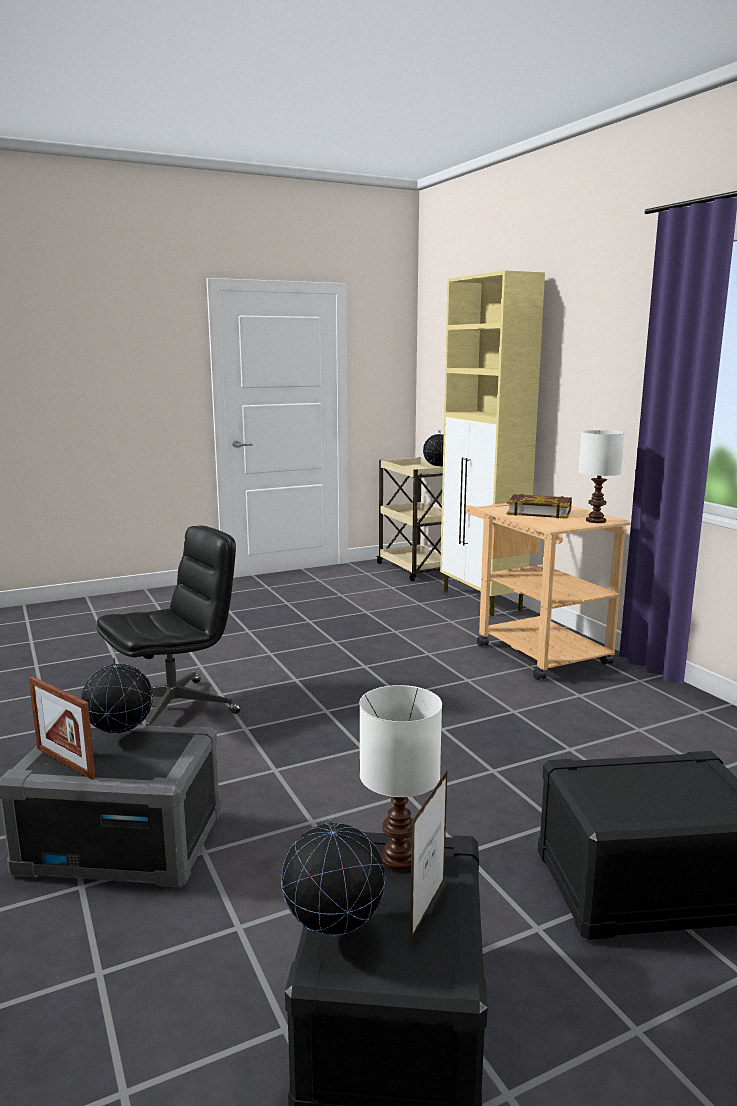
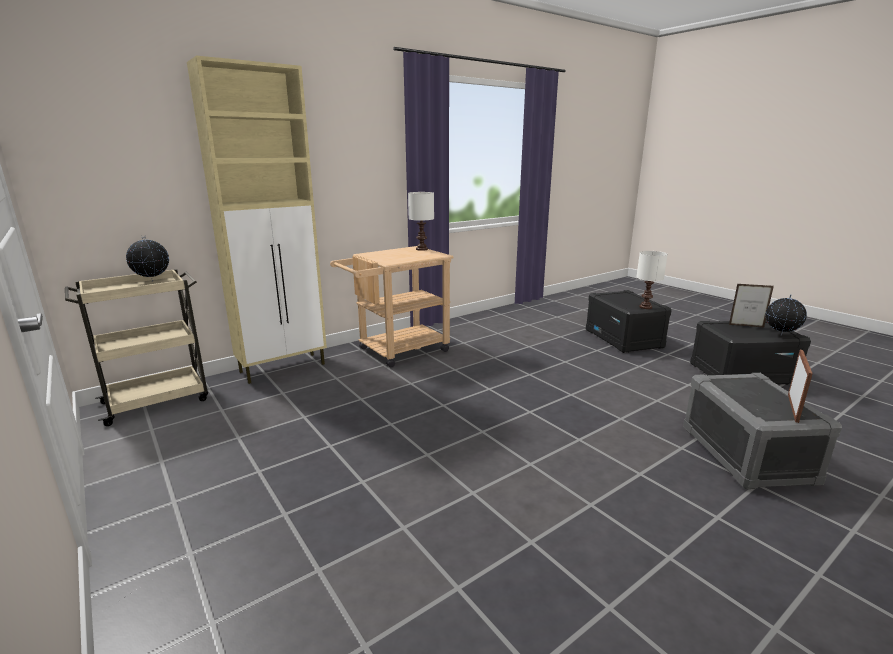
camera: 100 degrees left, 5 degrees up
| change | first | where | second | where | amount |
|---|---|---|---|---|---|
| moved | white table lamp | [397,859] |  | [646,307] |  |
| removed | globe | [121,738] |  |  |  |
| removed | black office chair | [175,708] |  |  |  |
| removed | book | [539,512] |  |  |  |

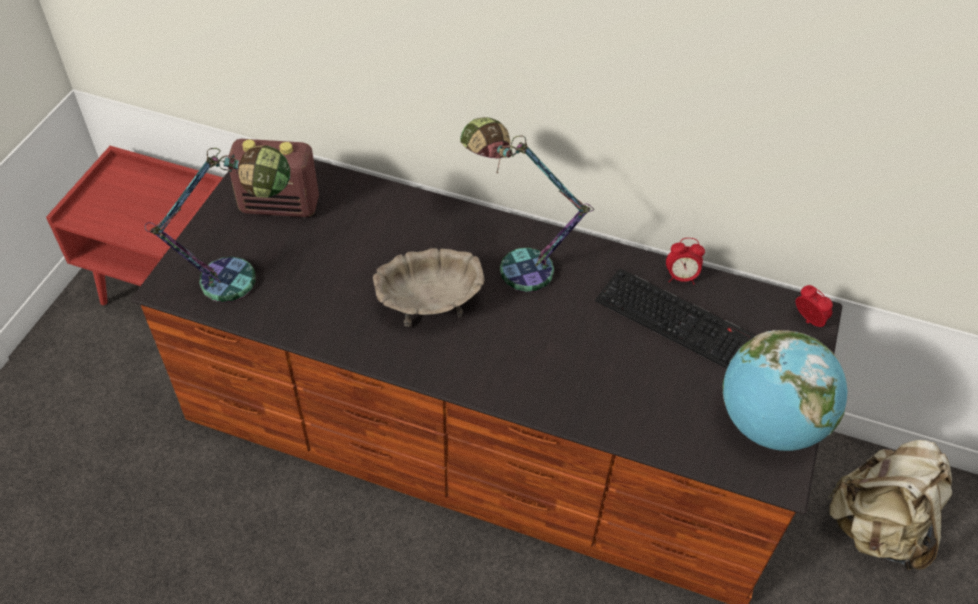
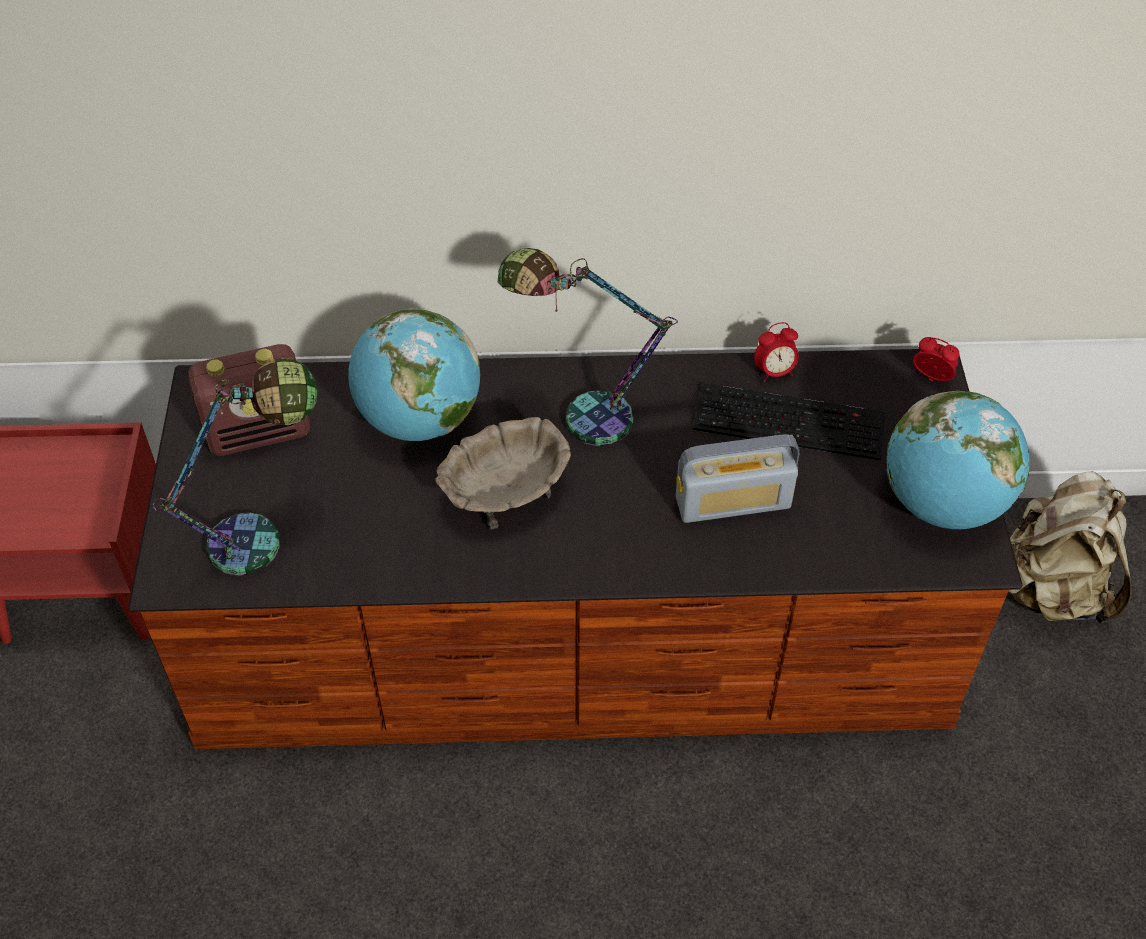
camera: 20 degrees left, 0 degrees up
| change | first | where | second | where | amount |
|---|---|---|---|---|---|
| added |  |  | globe | [419,420] |  |
| added |  |  | radio | [733,502] |  |

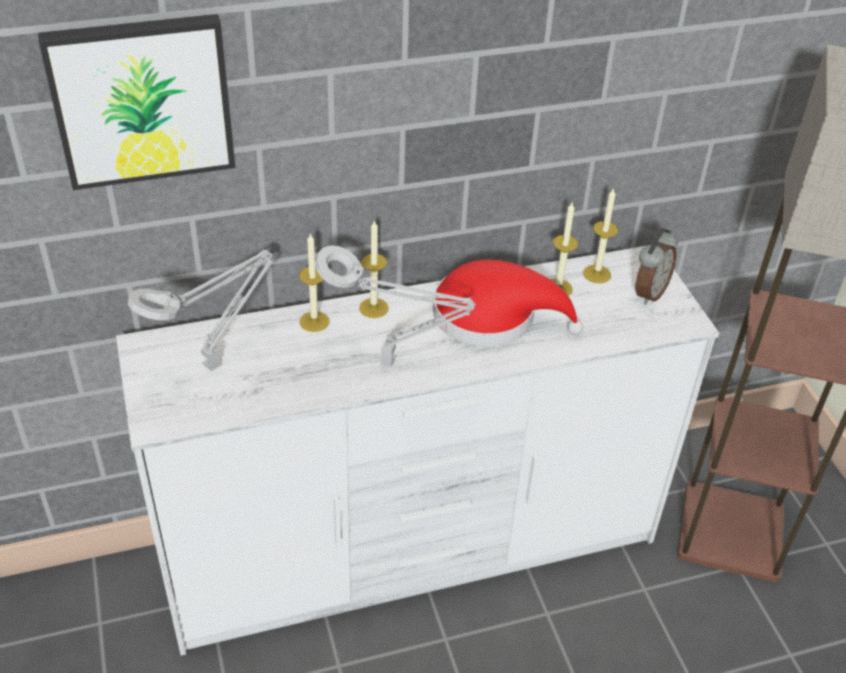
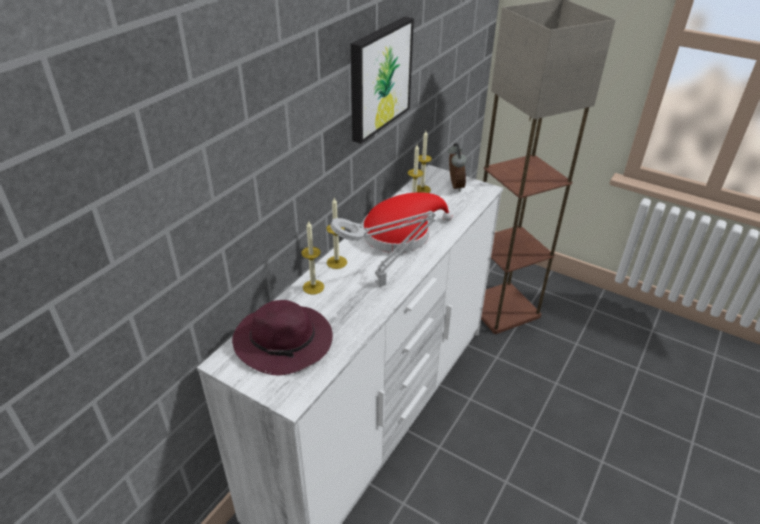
camera: 40 degrees left, 5 degrees down
| change | first | where | second | where | amount |
|---|---|---|---|---|---|
| replaced | grey table lamp | [216,363] | purple hat | [285,342] |  |
| moved | picture | [142,100] |  | [378,78] |  |

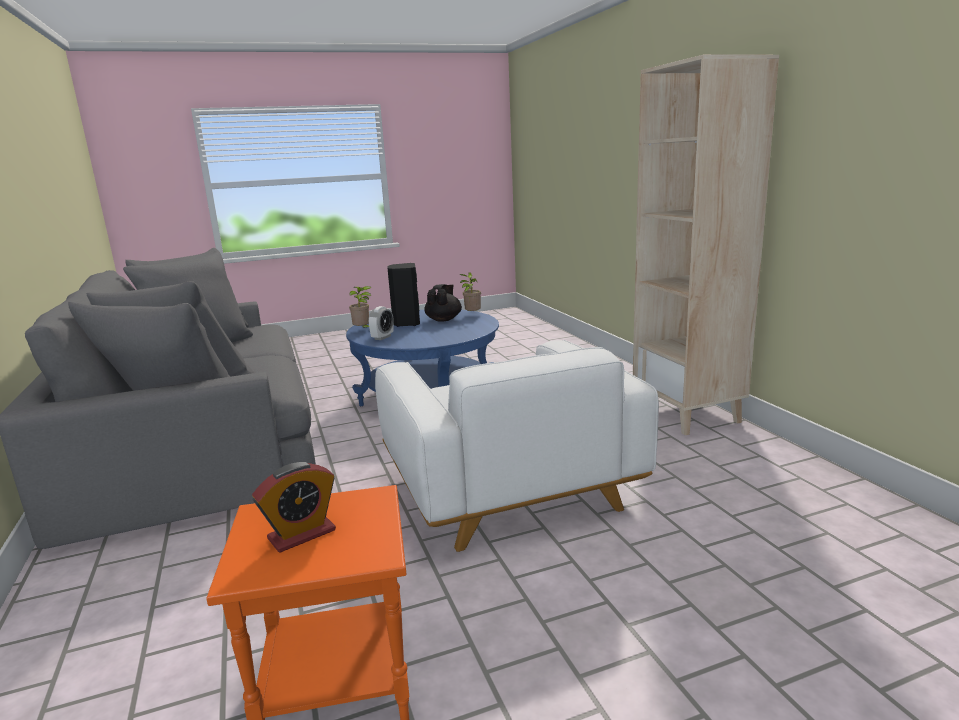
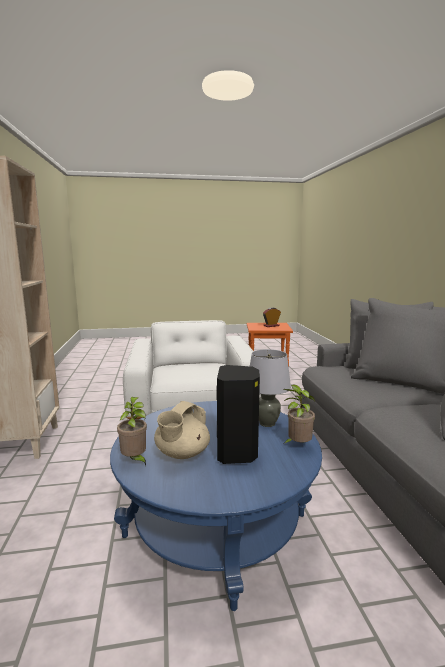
camera: 170 degrees left, 5 degrees down
| change | first | where | second | where | amount |
|---|---|---|---|---|---|
| recoloured | black teapot | [444,319] | beige teapot | [182,454] |  |
| replaced | alarm clock | [382,337] | grey table lamp | [267,423] |  |

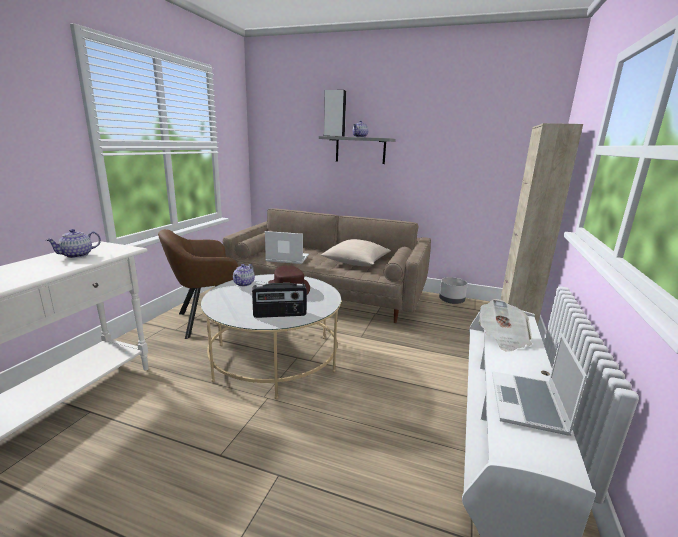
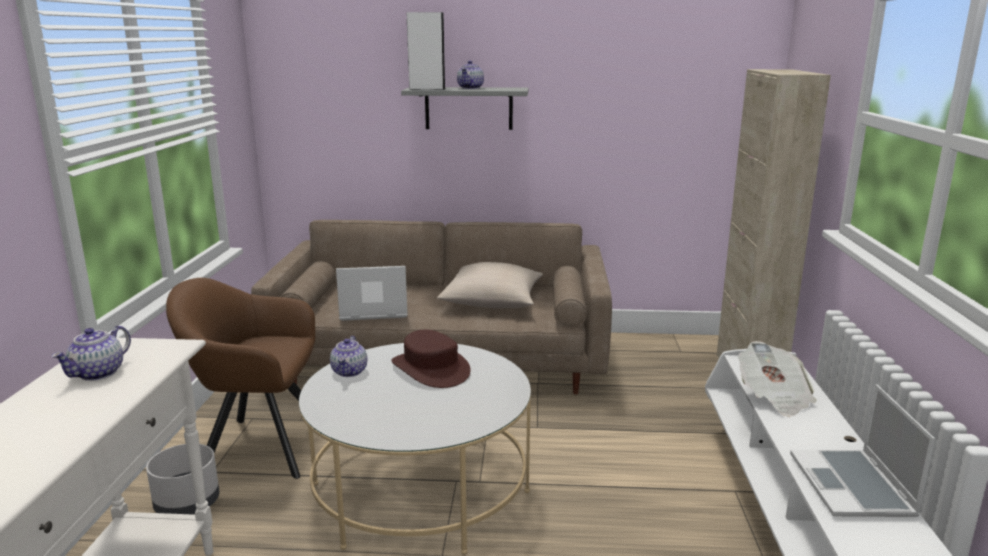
camera: 15 degrees left, 0 degrees up
| change | first | where | second | where | amount |
|---|---|---|---|---|---|
| moved | grey planter | [451,300] |  | [188,503] |  |
| turned | brown armchair | [205,321] |  | [258,446] | 45 degrees clockwise |
| removed | radio | [280,314] |  |  |  |

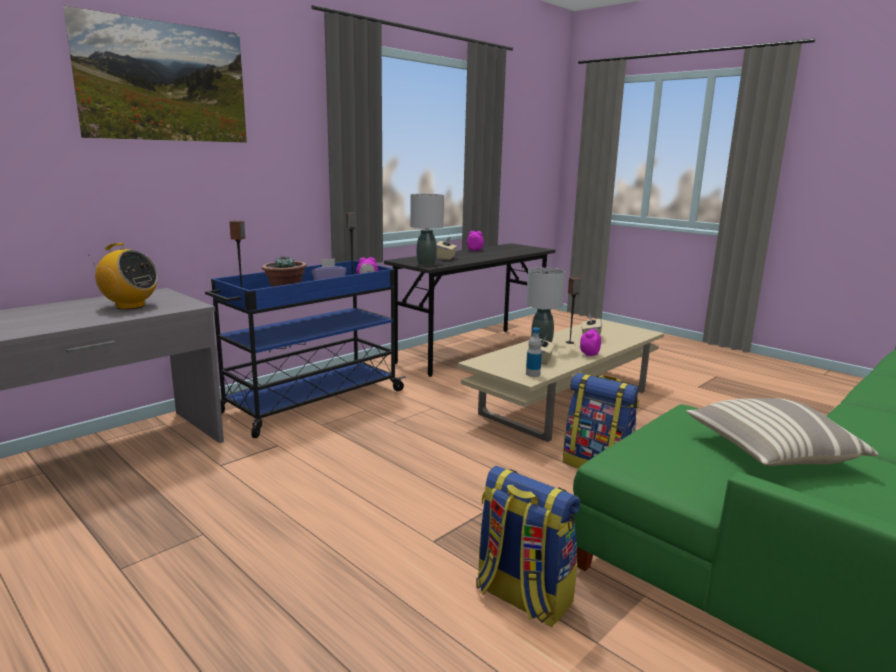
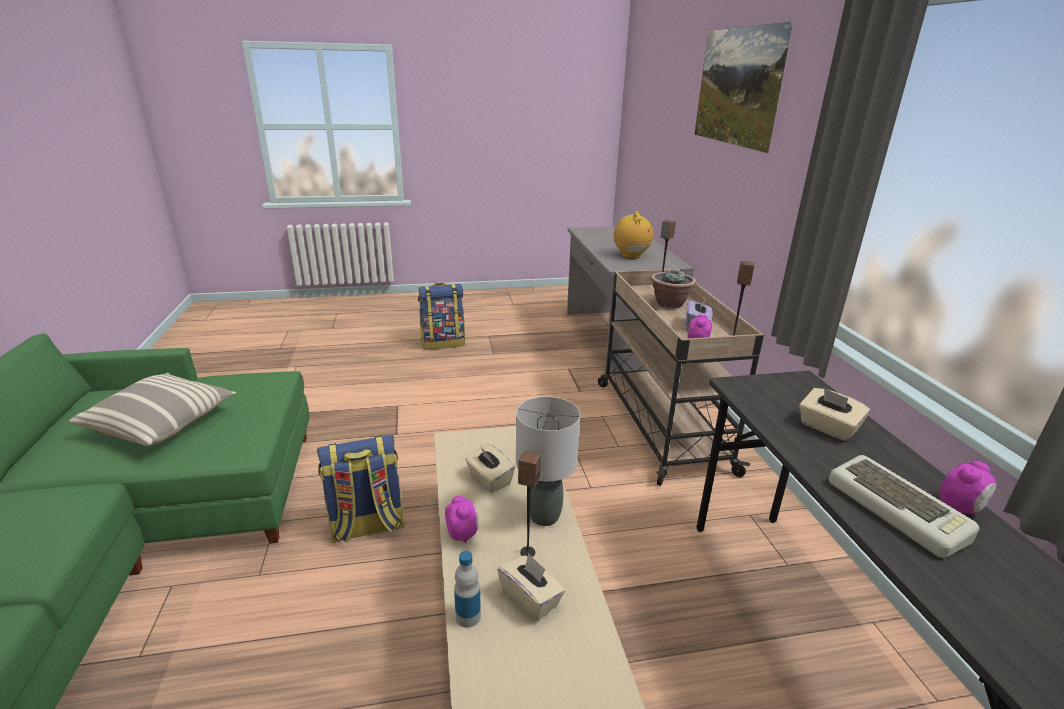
camera: 125 degrees right, 10 degrees up
| change | first | where | second | where | amount |
|---|---|---|---|---|---|
| moved | backpack | [521,597] |  | [443,342] |  |
| moved | bottle | [533,374] |  | [468,616] |  |
| recoloured | blue cart | [311,402] | beige cart | [660,424] |  |
| turned | radio | [130,306] |  | [631,255] | 120 degrees clockwise |
| added |  |  | keyboard | [898,511] |  |
| removed | grey table lamp | [426,264] |  |  |  |

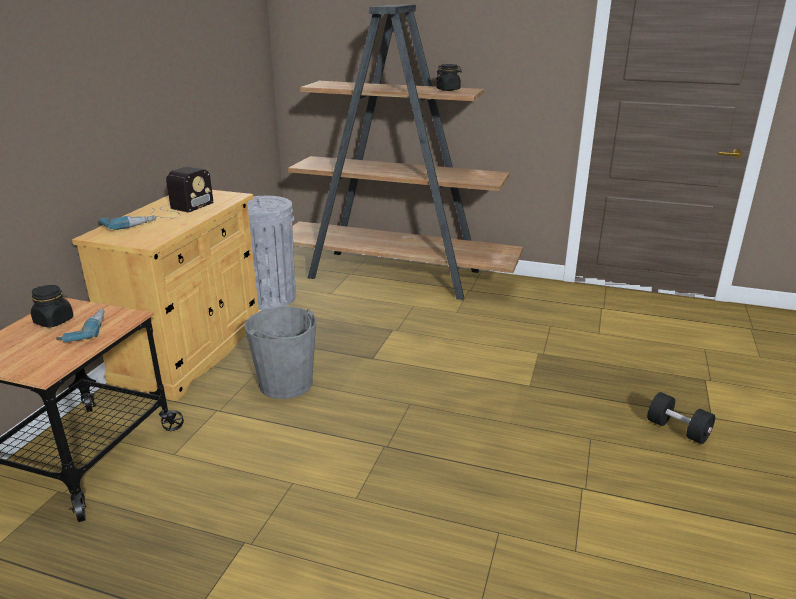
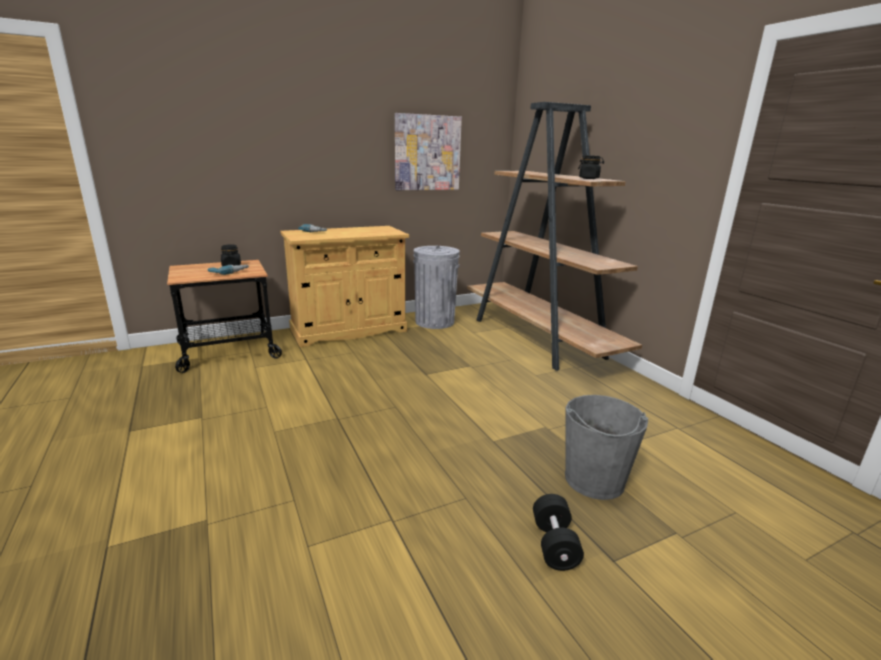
camera: 45 degrees right, 5 degrees down
| change | first | where | second | where | amount |
|---|---|---|---|---|---|
| added |  |  | picture | [427,153] |  |
| moved | grey bucket | [286,384] |  | [594,480] |  |
| removed | radio | [180,209] |  |  |  |

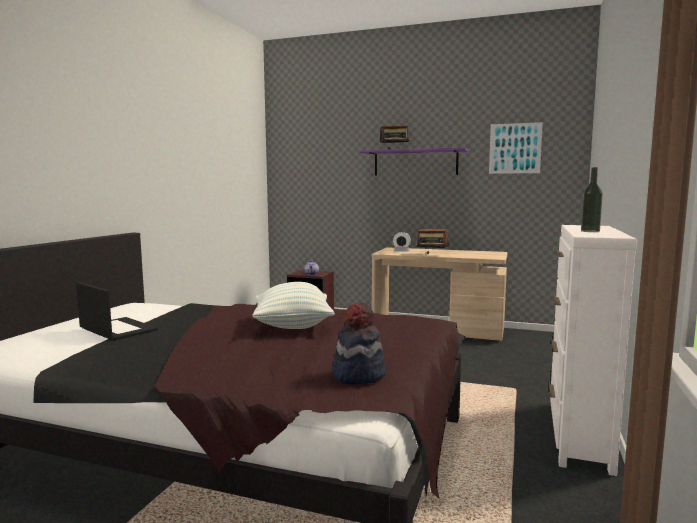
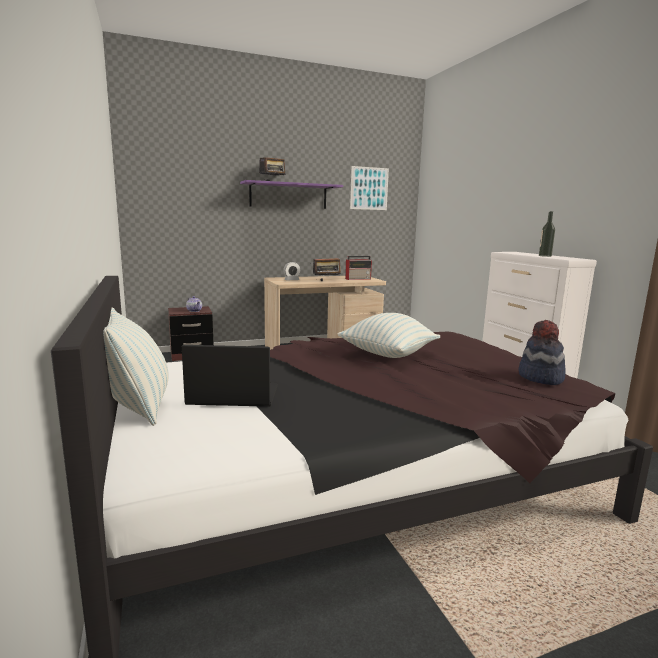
camera: 40 degrees left, 5 degrees up
| change | first | where | second | where | amount |
|---|---|---|---|---|---|
| added |  |  | pillow | [137,407] |  |
| added |  |  | radio | [358,279] |  |

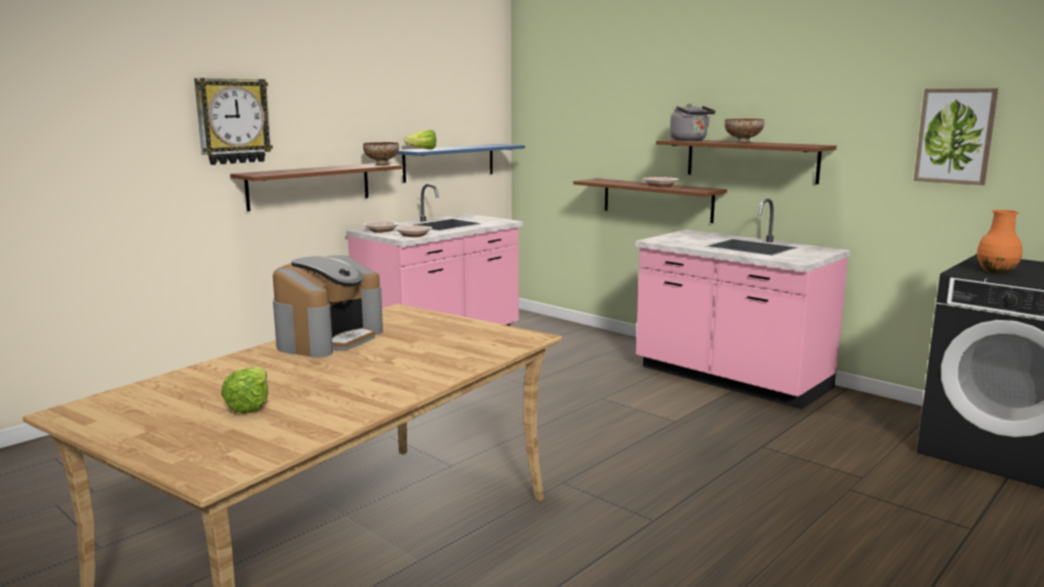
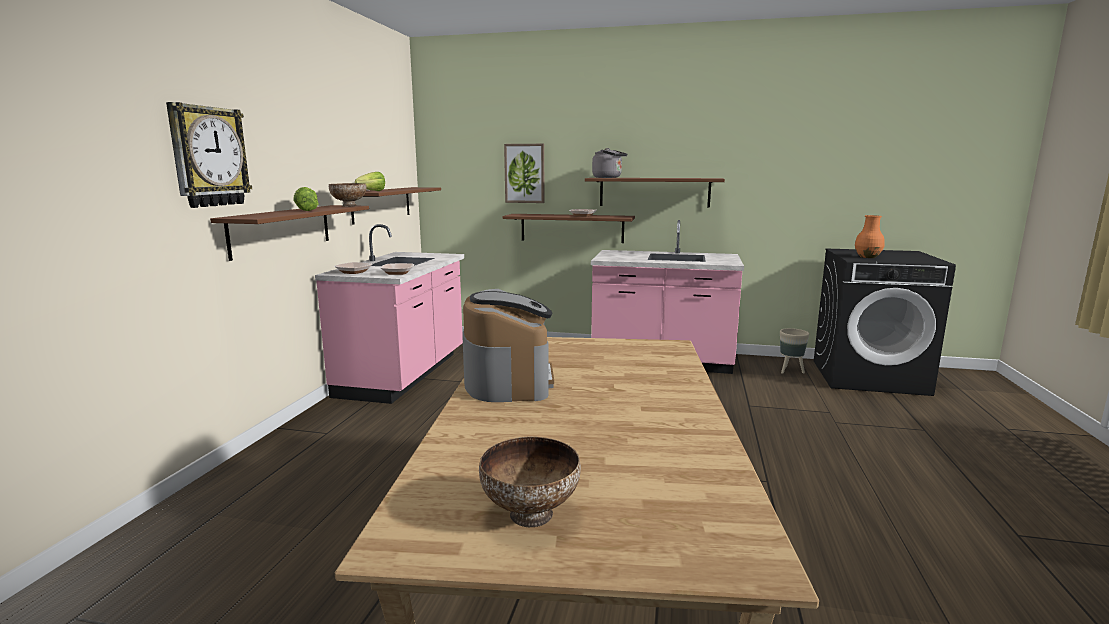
camera: 30 degrees left, 0 degrees up
| change | first | where | second | where | amount |
|---|---|---|---|---|---|
| moved | lettuce | [254,403] |  | [306,210] |  |
| recoloured | blue shelf | [449,162] | brown shelf | [381,204] |  |
| moved | bowl | [743,143] |  | [530,513] |  |
| moved | picture | [955,136] |  | [524,173] |  |
| added |  |  | beige planter | [790,371] |  |

